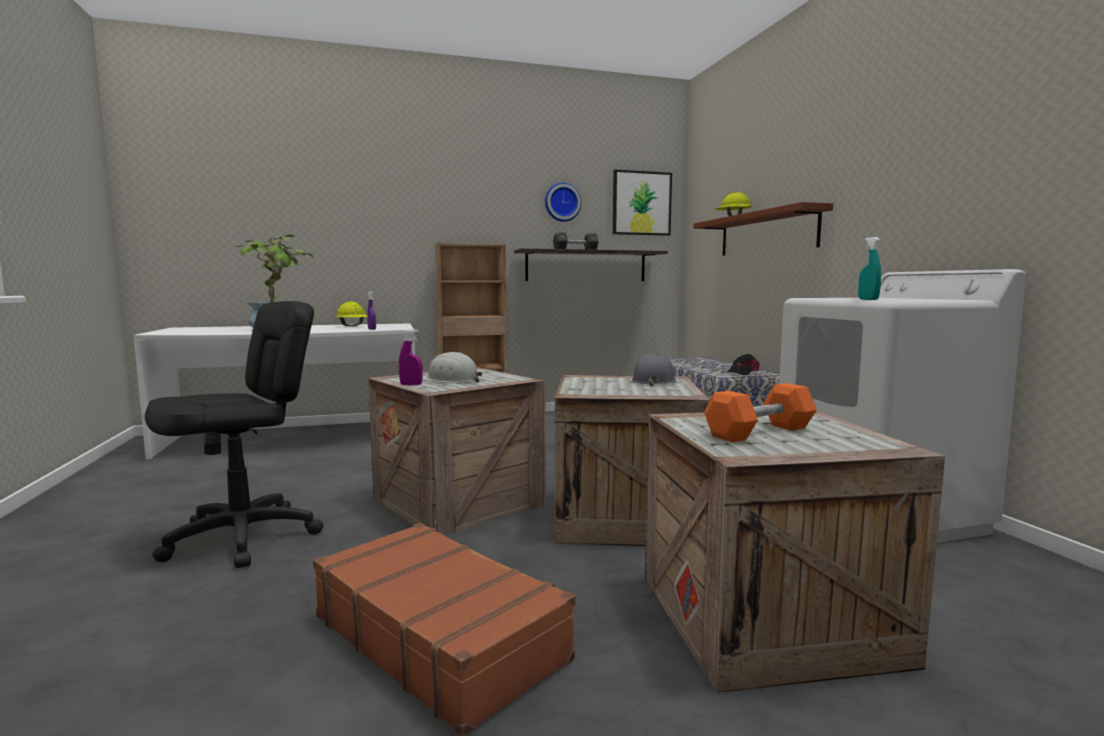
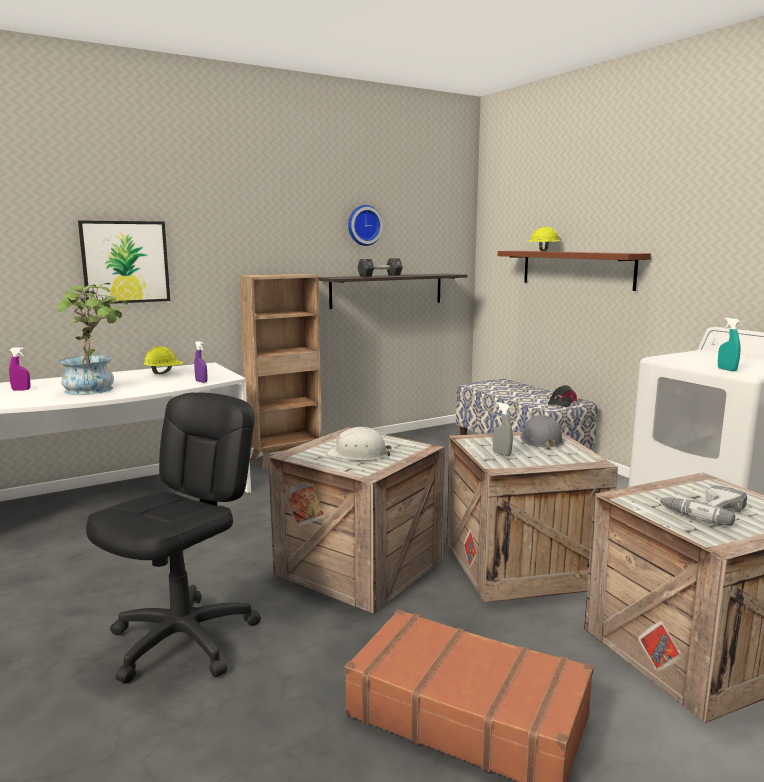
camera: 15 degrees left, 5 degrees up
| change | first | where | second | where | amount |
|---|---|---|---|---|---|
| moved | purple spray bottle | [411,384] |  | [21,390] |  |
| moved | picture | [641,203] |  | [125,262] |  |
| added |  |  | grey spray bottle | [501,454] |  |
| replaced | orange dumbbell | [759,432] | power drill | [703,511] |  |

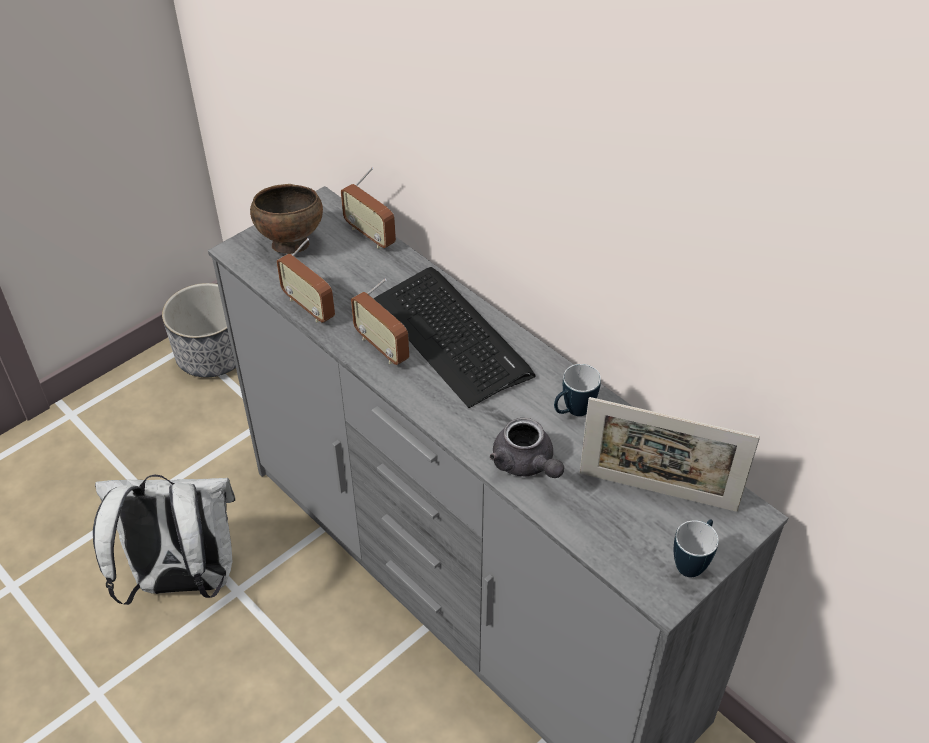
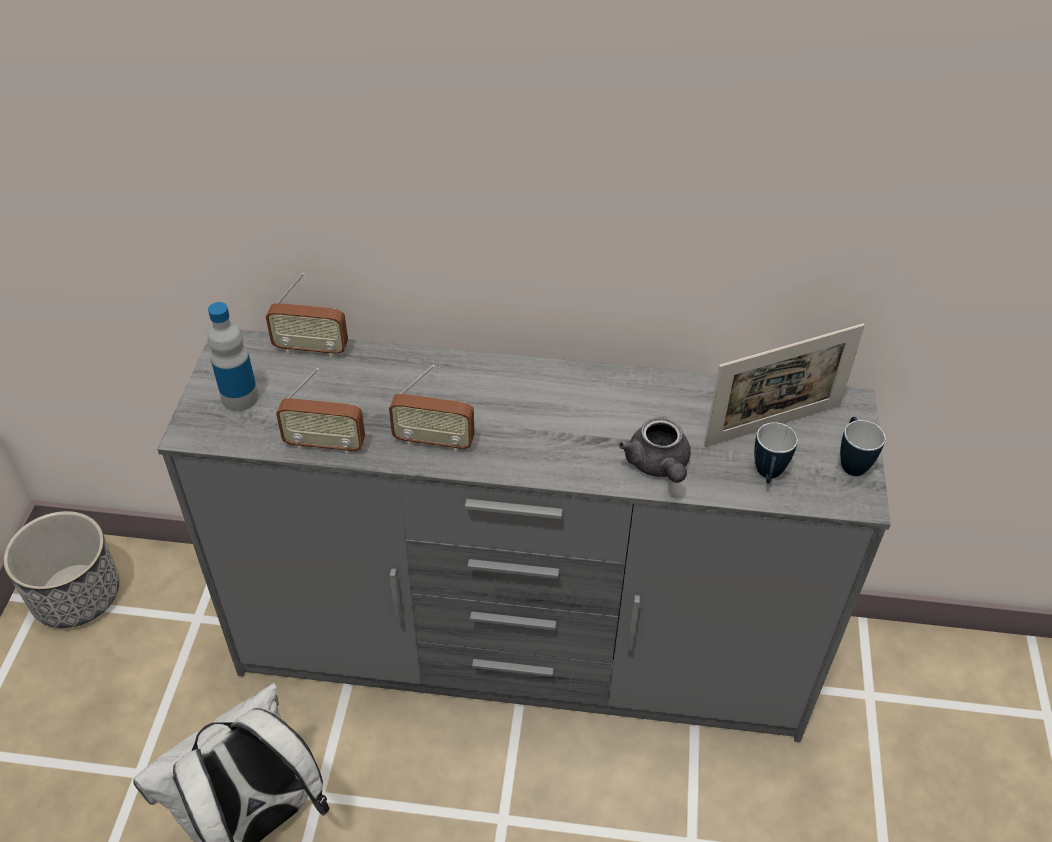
camera: 40 degrees left, 0 degrees up
| change | first | where | second | where | amount |
|---|---|---|---|---|---|
| replaced | brown bowl | [290,244] | bottle | [240,398] |  |
| turned | grey teapot | [526,464] |  | [658,466] | 60 degrees clockwise |
| moved | mug | [572,412] |  | [767,476] |  |
| removed | keyboard | [452,336] |  |  |  |

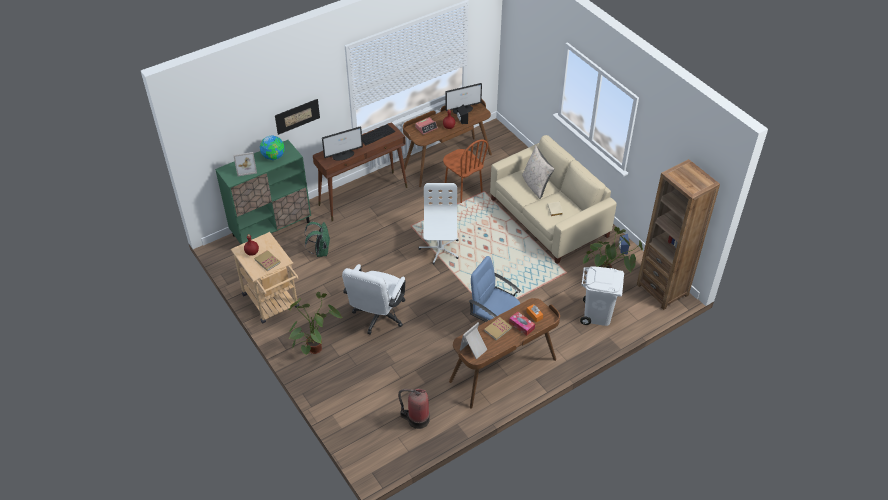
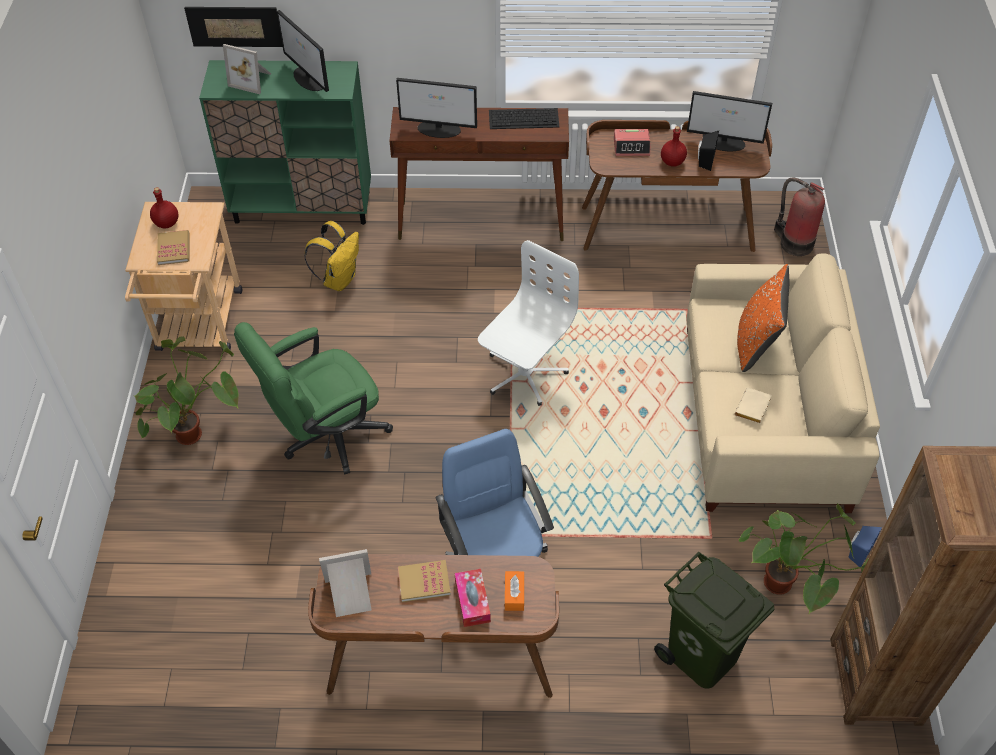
camera: 35 degrees right, 5 degrees up
| change | first | where | second | where | amount |
|---|---|---|---|---|---|
| moved | picture | [297,116] |  | [234,26] |  |
| recoloured | white office chair | [377,317] | green office chair | [325,437] |  |
| replaced | globe | [274,156] | monitor | [309,79] |  |
| recoloured | green backpack | [320,251] | yellow backpack | [339,279] |  |
| recoloured | white trash can | [597,315] | green trash can | [701,656] |  |
| recoloured | beige pillow | [535,185] | orange pillow | [756,343] |  |
| moved | fire extinguisher | [416,419] |  | [794,242] |  |
| removed | brown chair | [463,190] |  |  |  |

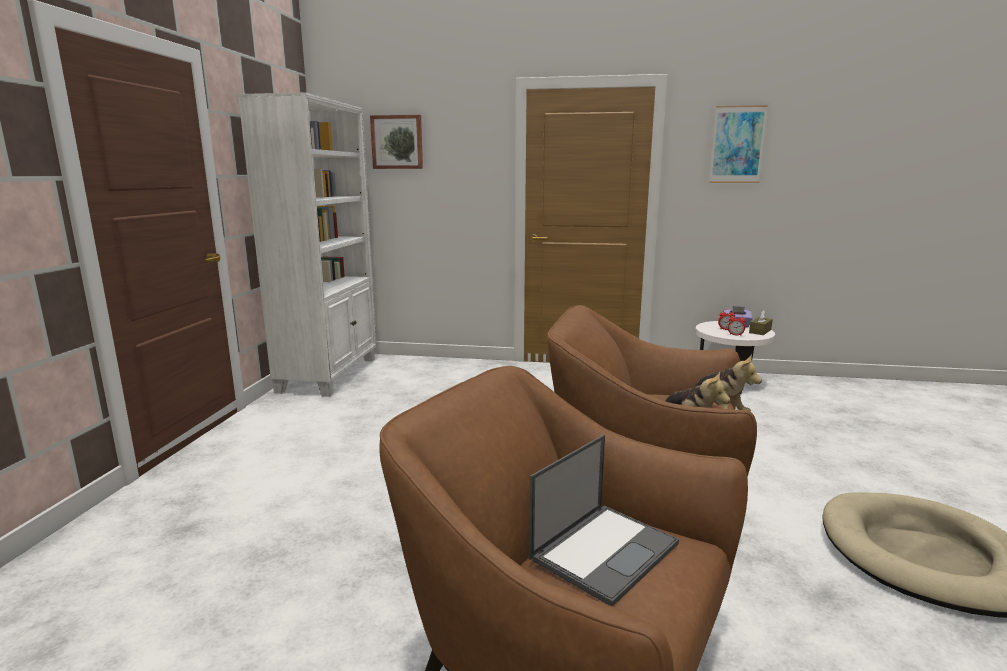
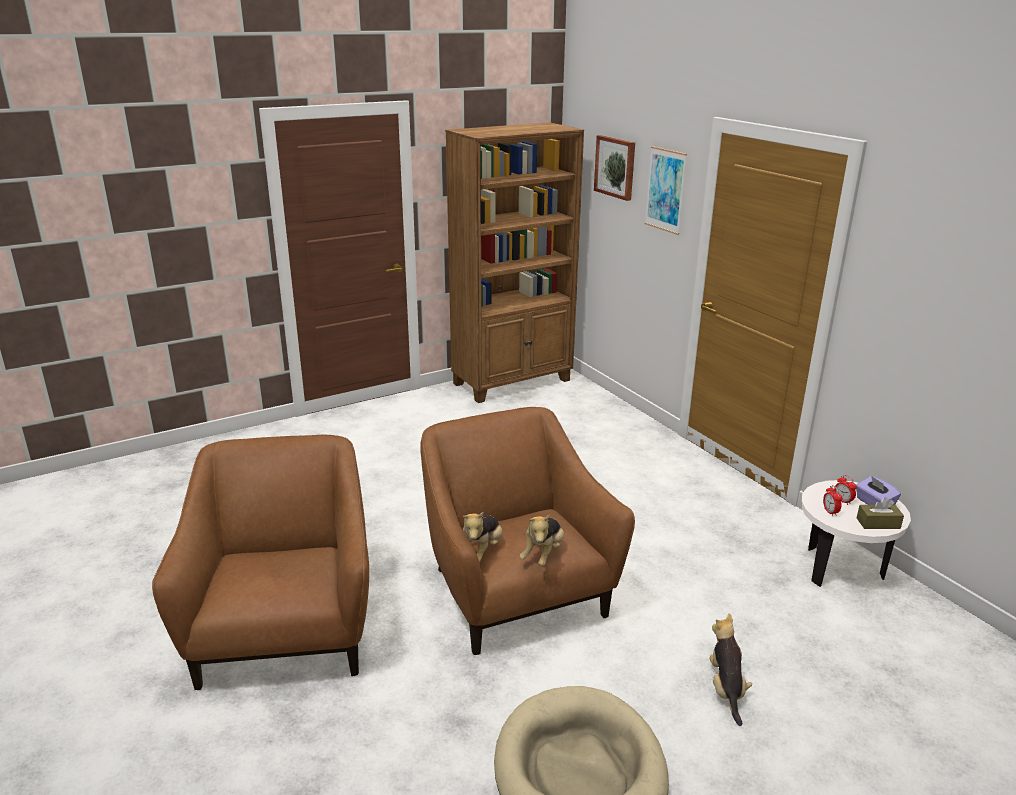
camera: 50 degrees right, 10 degrees up
| change | first | where | second | where | amount |
|---|---|---|---|---|---|
| recoloured | white bookcase | [330,374] | brown bookcase | [513,382] |  |
| moved | picture | [737,145] |  | [665,190] |  |
| added |  |  | plush toy | [726,689] |  |
| removed | laptop | [605,550] |  |  |  |

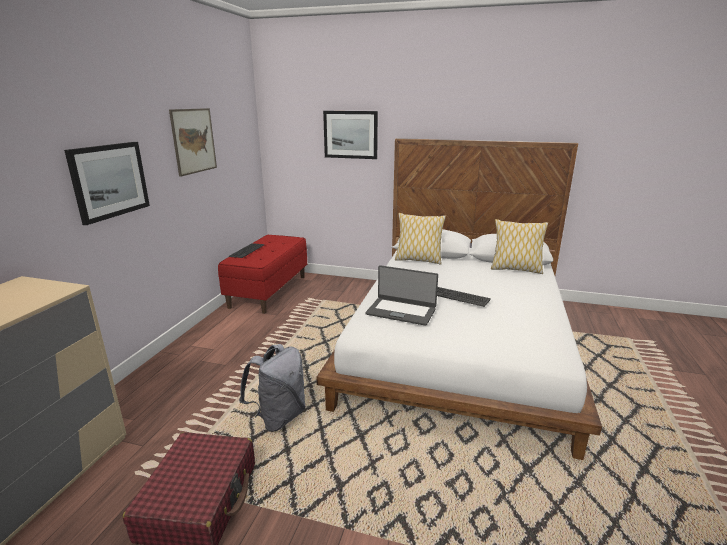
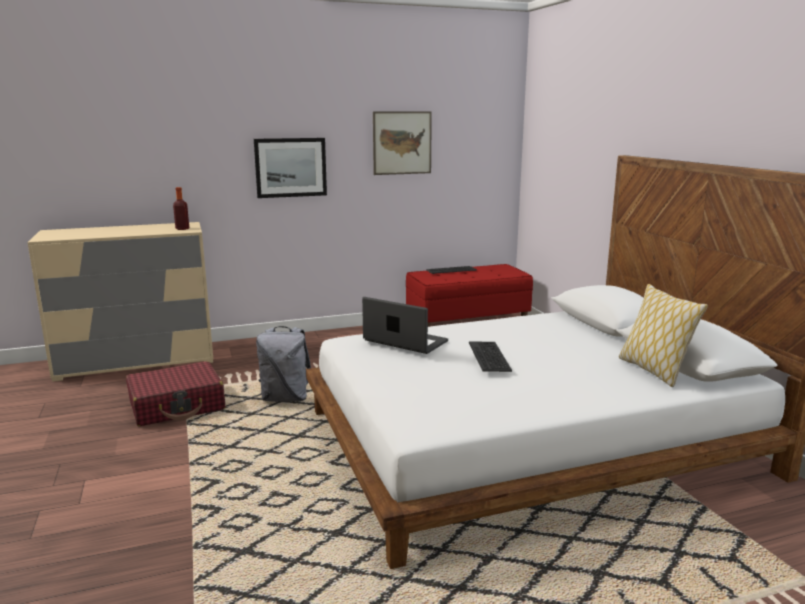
camera: 55 degrees right, 5 degrees down
| change | first | where | second | where | amount |
|---|---|---|---|---|---|
| added |  |  | bottle | [182,229] |  |
| turned | laptop | [401,311] |  | [405,341] | 135 degrees clockwise |
| removed | picture | [350,134] |  |  |  |
| removed | pillow | [418,260] |  |  |  |

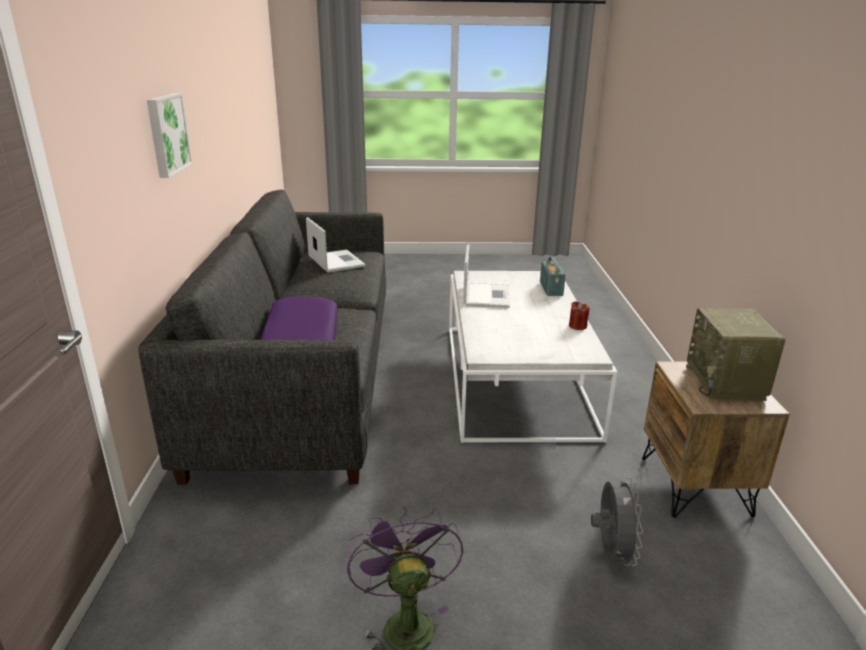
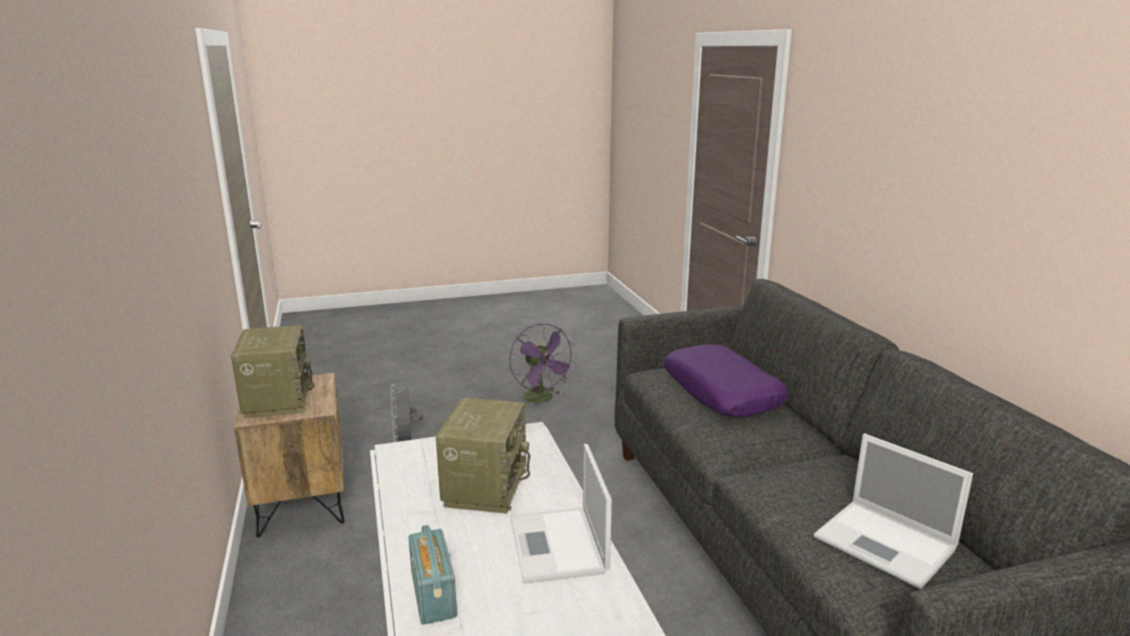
camera: 165 degrees right, 5 degrees down
| change | first | where | second | where | amount |
|---|---|---|---|---|---|
| added |  |  | radio | [485,486] |  |
| removed | picture | [166,134] |  |  |  |
| removed | red candle | [577,326] |  |  |  |

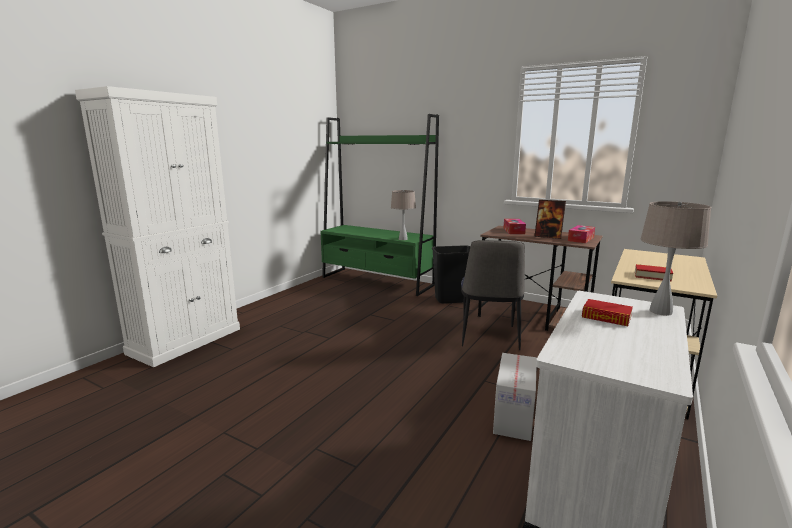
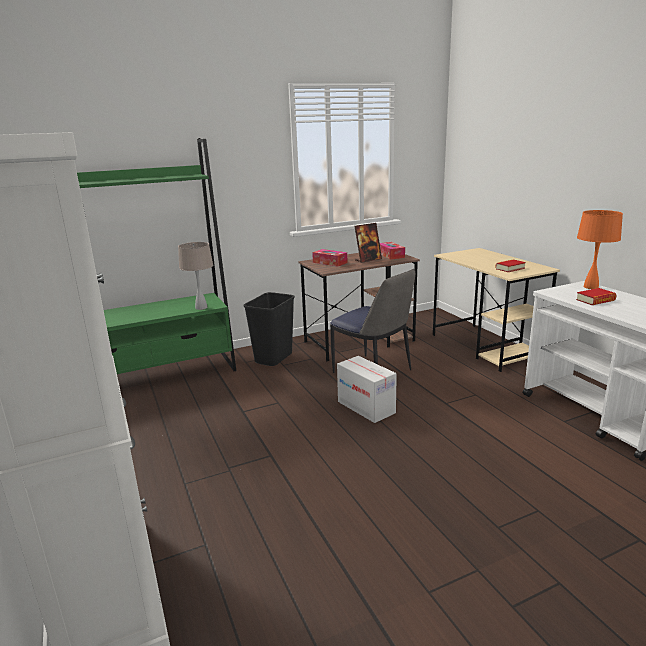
camera: 55 degrees left, 5 degrees up
| change | first | where | second | where | amount |
|---|---|---|---|---|---|
| moved | cardboard box | [514,417] |  | [366,407] |  |
| recoloured | beige table lamp | [661,311] | orange table lamp | [591,287] |  |

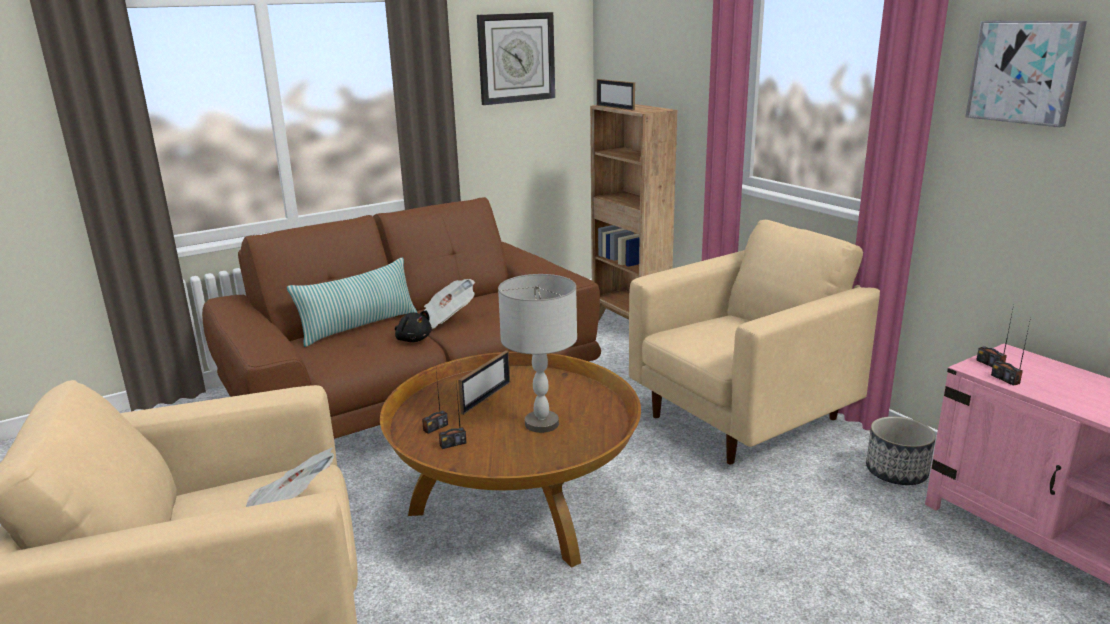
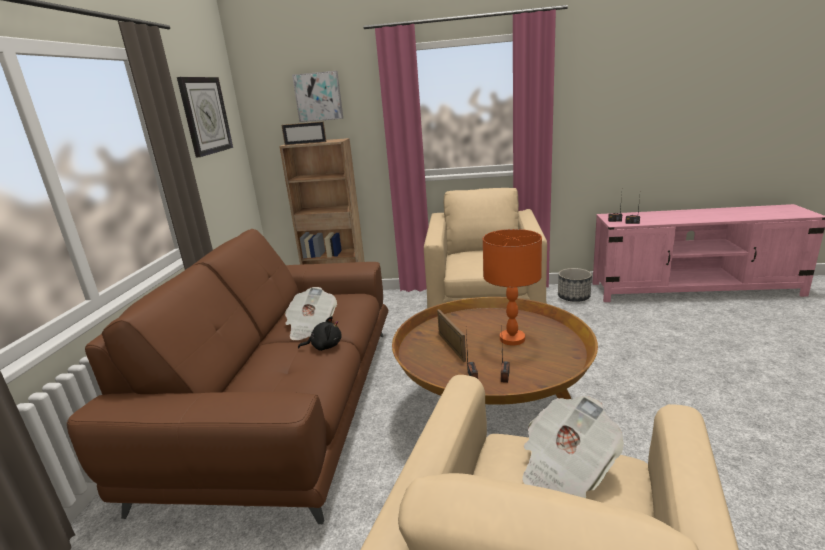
camera: 50 degrees left, 0 degrees up
| change | first | where | second | where | amount |
|---|---|---|---|---|---|
| moved | picture | [1024,72] |  | [318,96] |  |
| recoloured | grey table lamp | [542,424] | orange table lamp | [512,339] |  |
| removed | pillow | [359,327] |  |  |  |

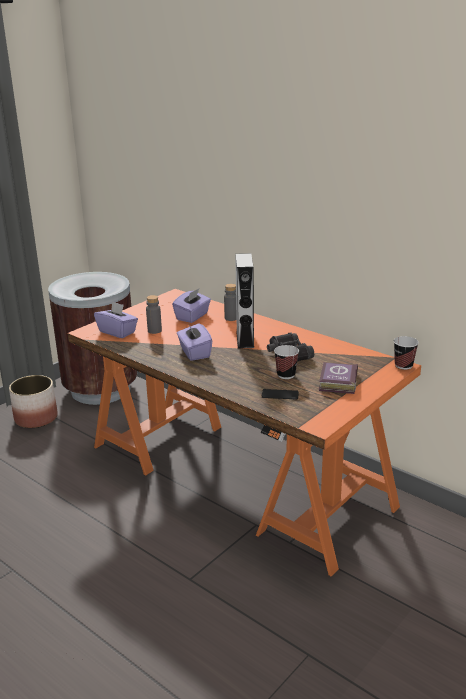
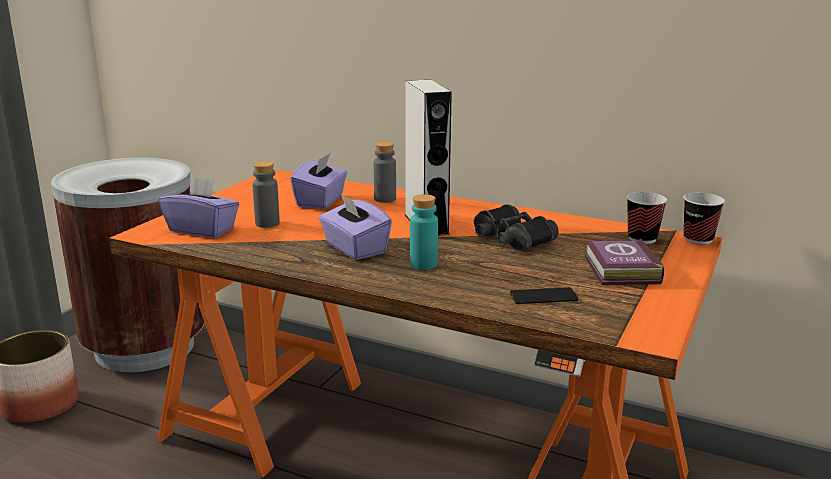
camera: 15 degrees left, 5 degrees down
| change | first | where | second | where | amount |
|---|---|---|---|---|---|
| added |  |  | turquoise bottle | [423,264] |  |
| moved | cup | [286,375] |  | [642,239] |  |

